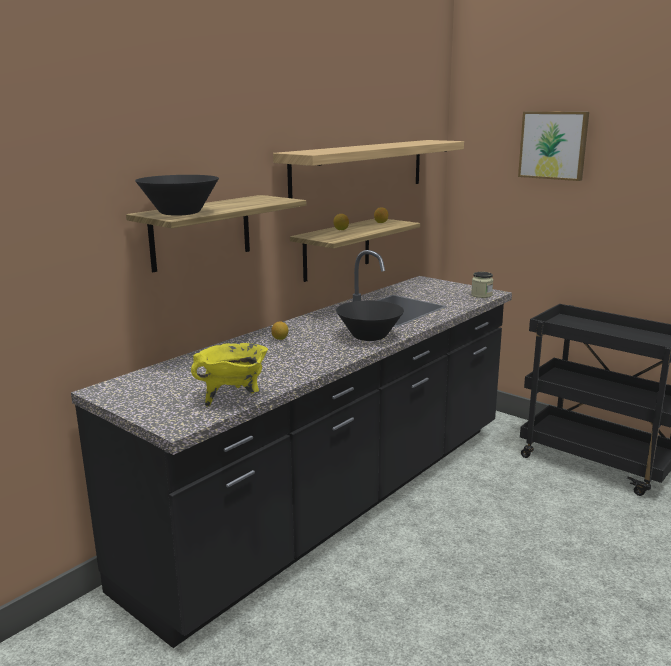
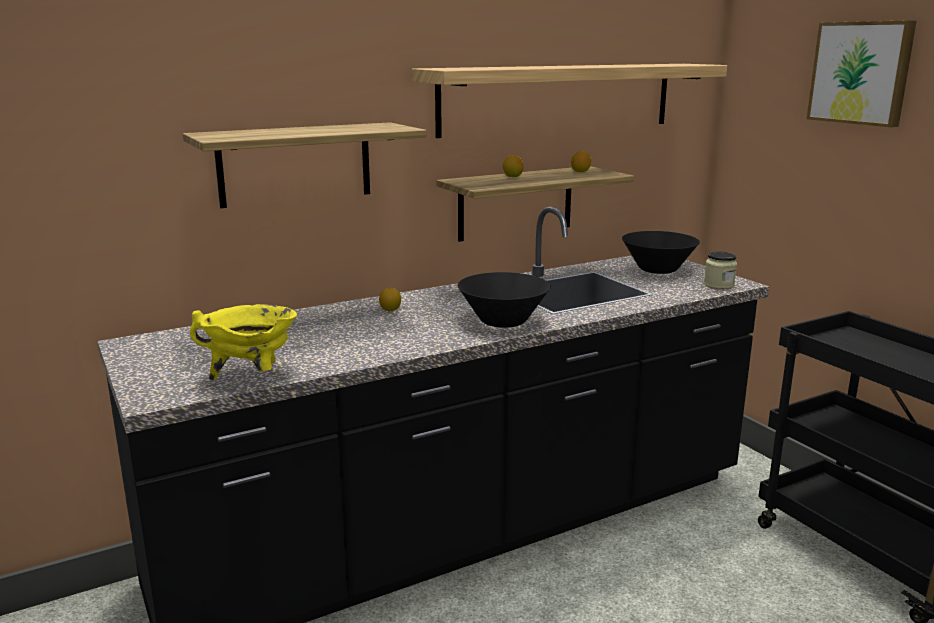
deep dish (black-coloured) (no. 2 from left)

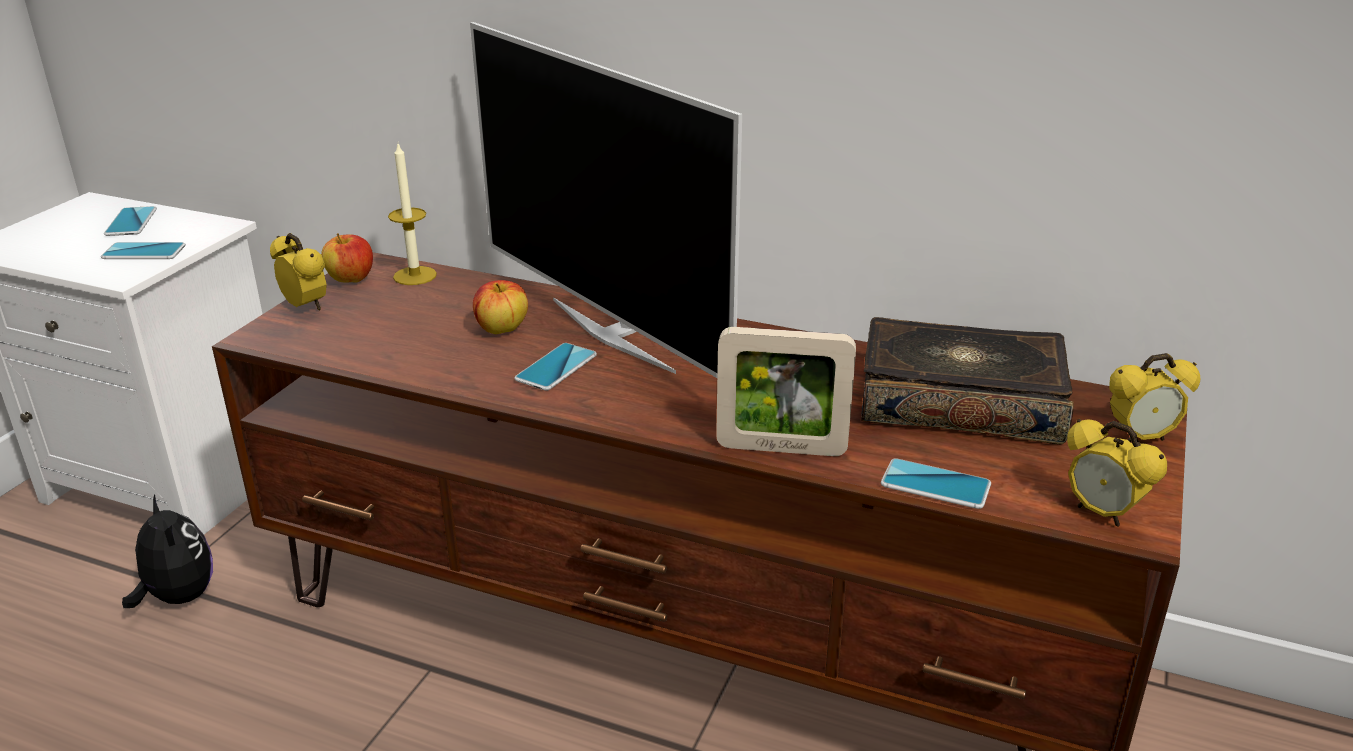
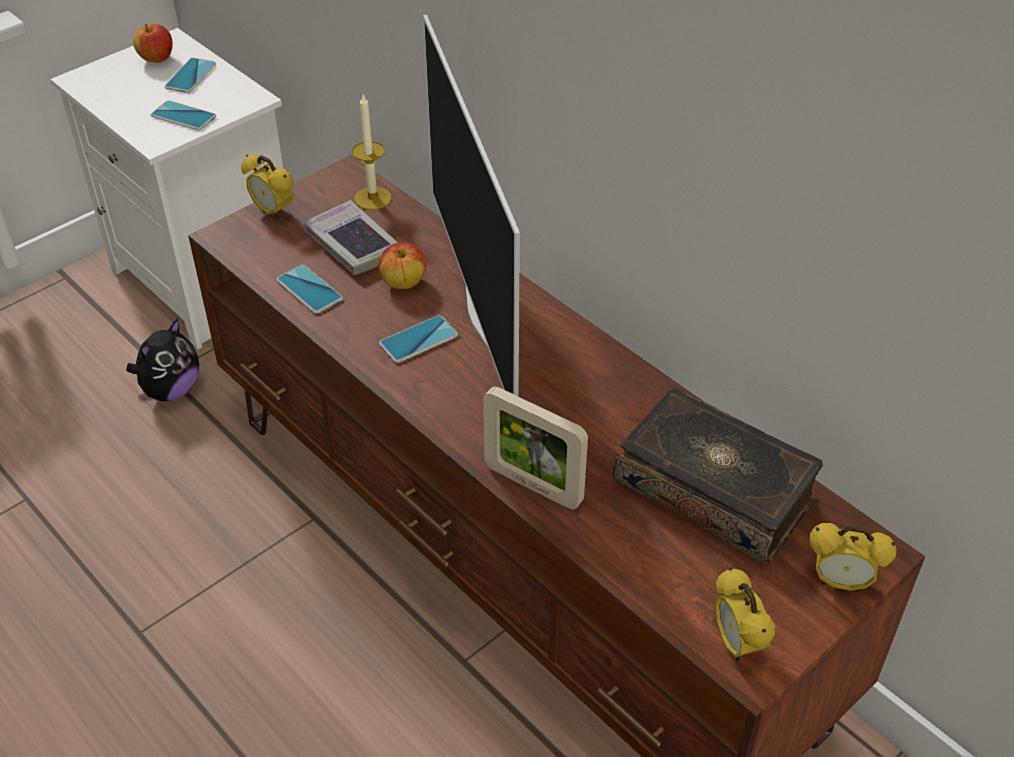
bedside clock (no. 1 from left); apple (no. 1 from left); telephone (no. 3 from left); plush toy; volume (no. 1 from left)

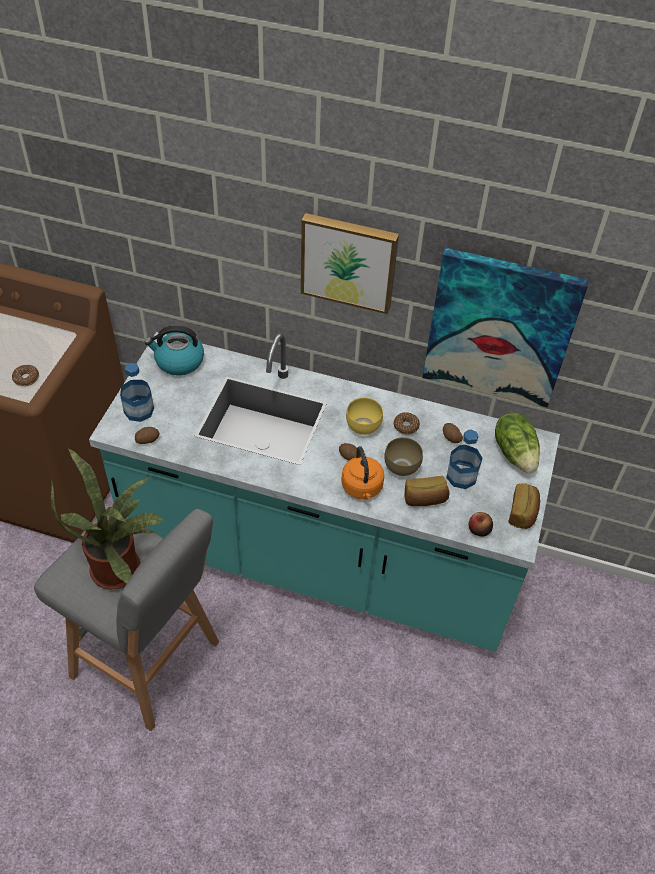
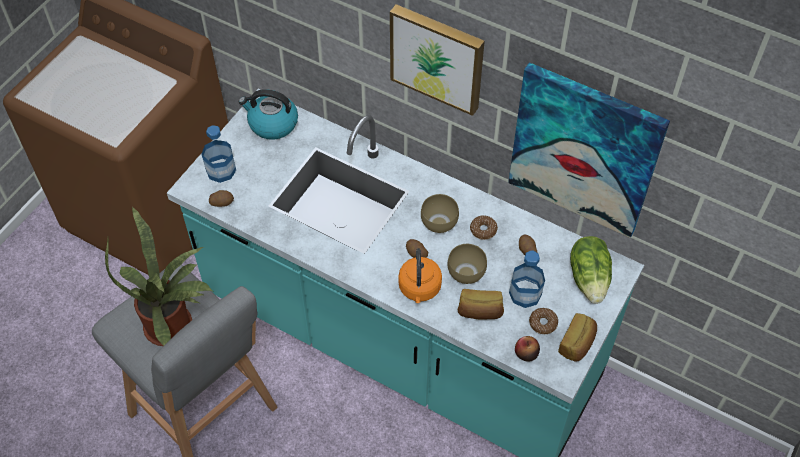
donut (no. 2 from left); deep dish (brown) (no. 1 from left)

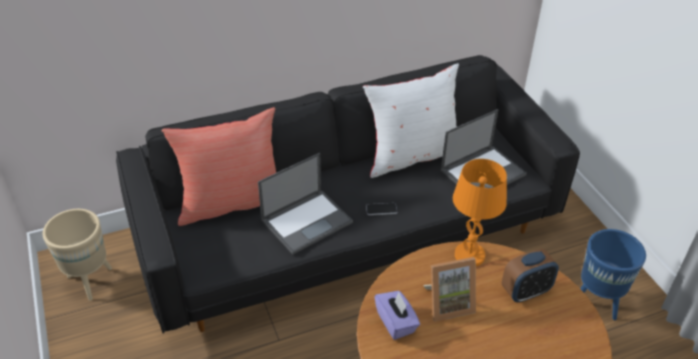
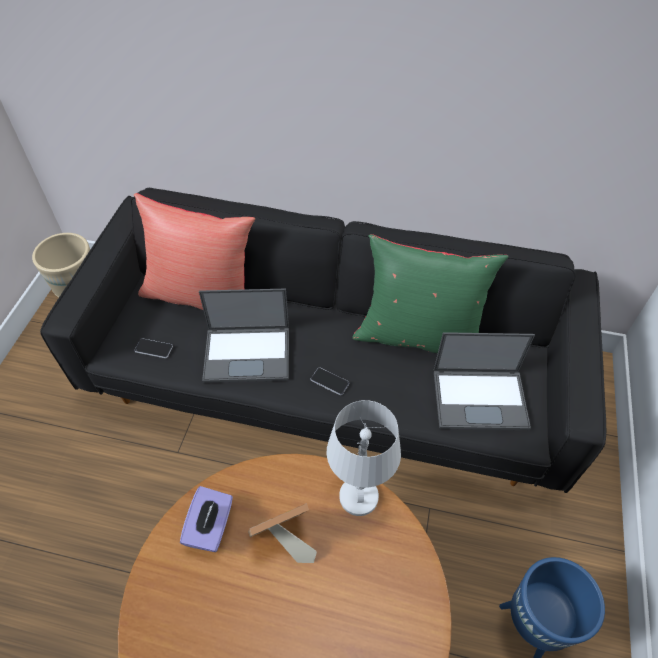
throw pillow (greenish); tabletop lamp (whitish); bedside clock; photo frame; telephone (no. 1 from left)

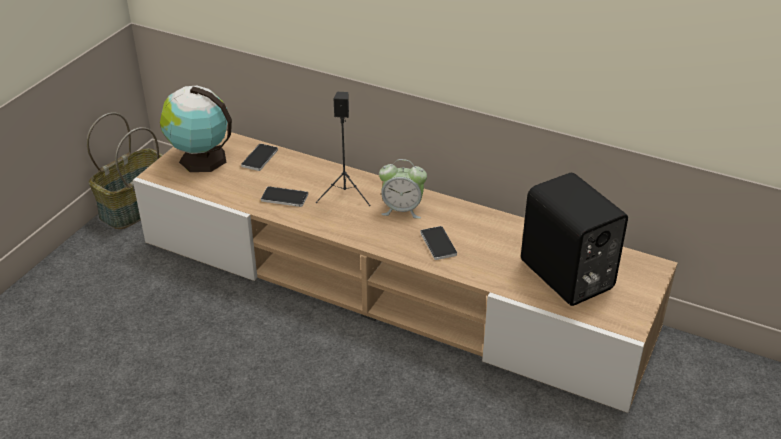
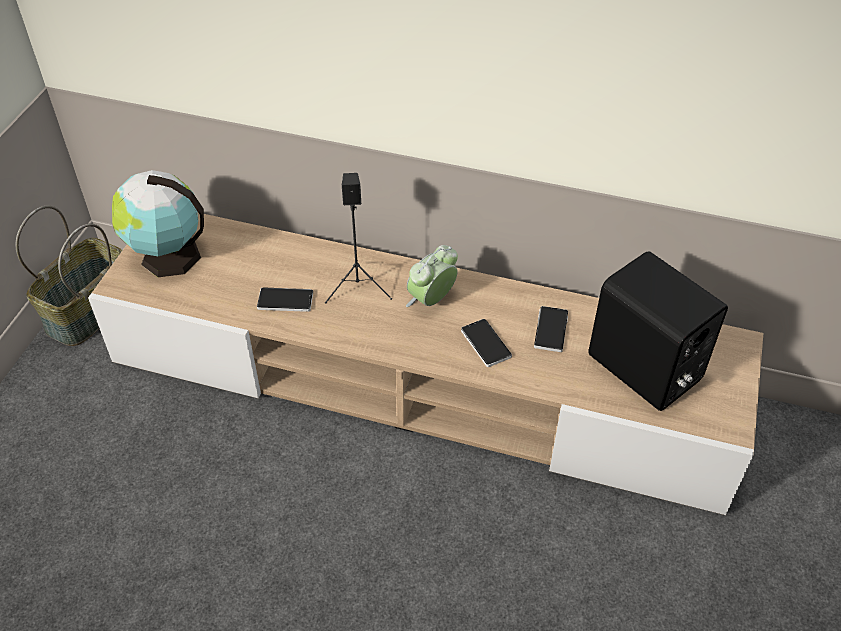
telephone (no. 3 from left); bedside clock

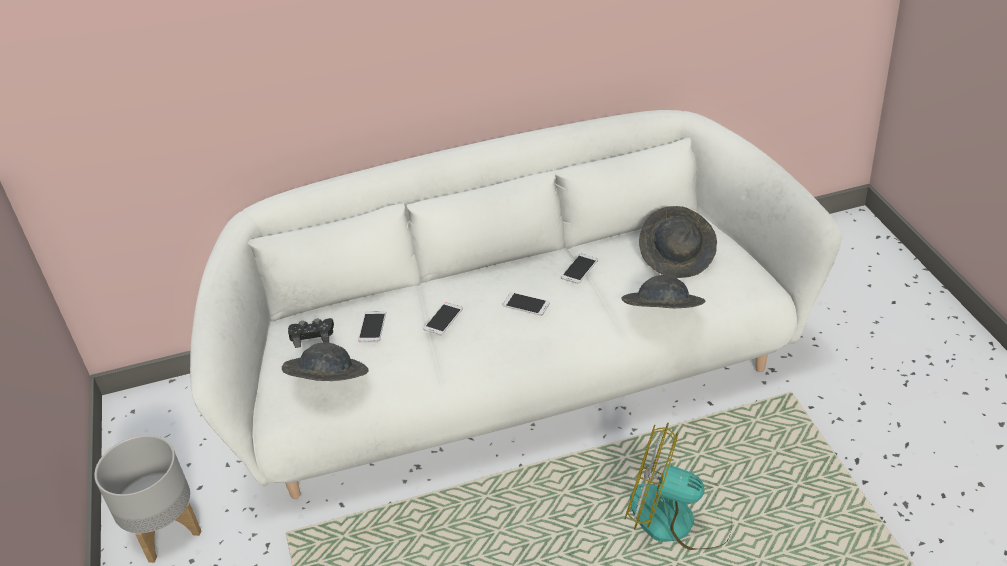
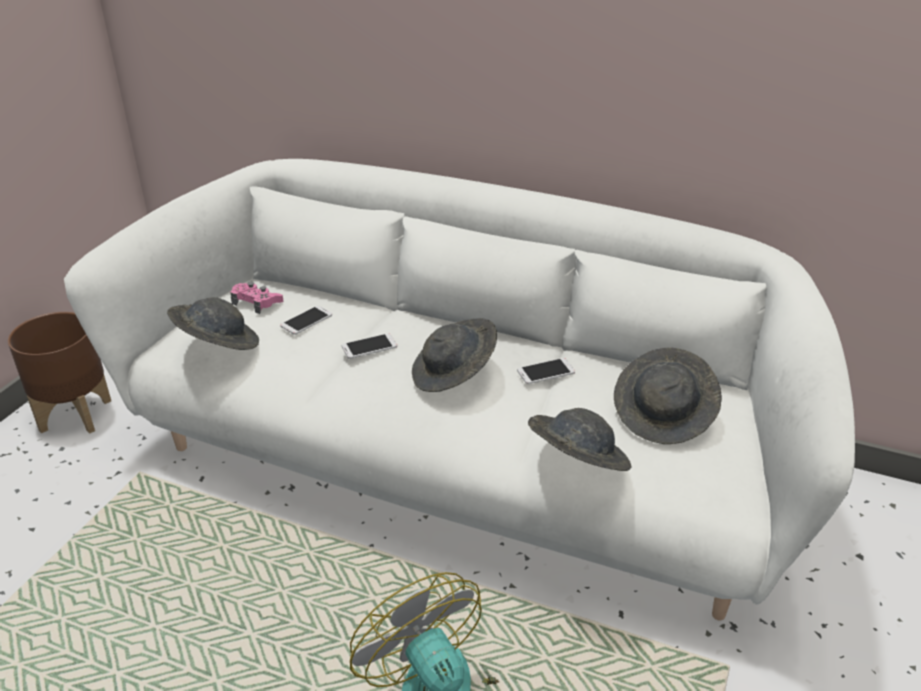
wearable hat (grey) (no. 2 from left); joypad (pink); flower pot (brown)

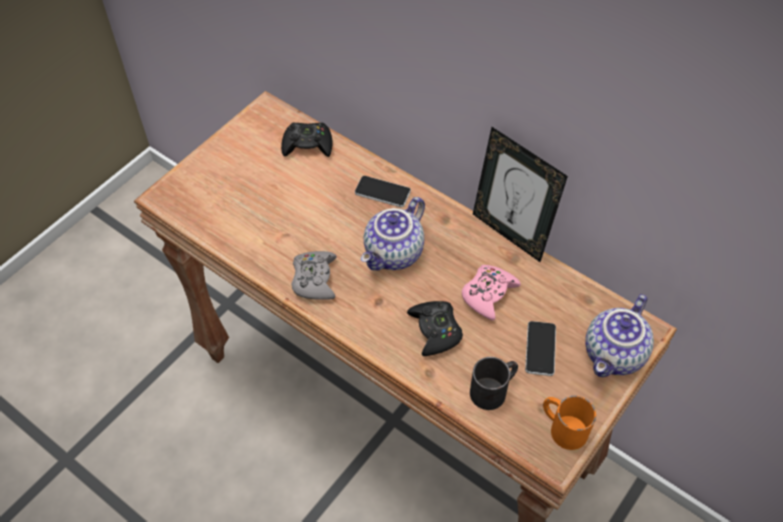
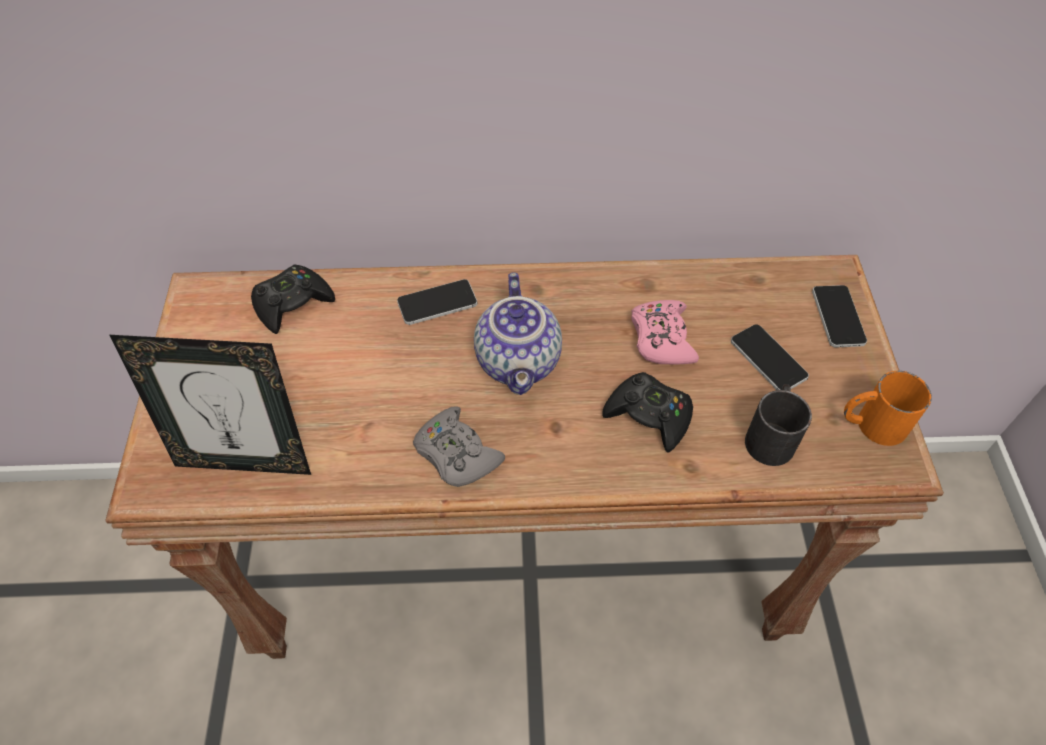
photo frame; telephone (no. 3 from left)

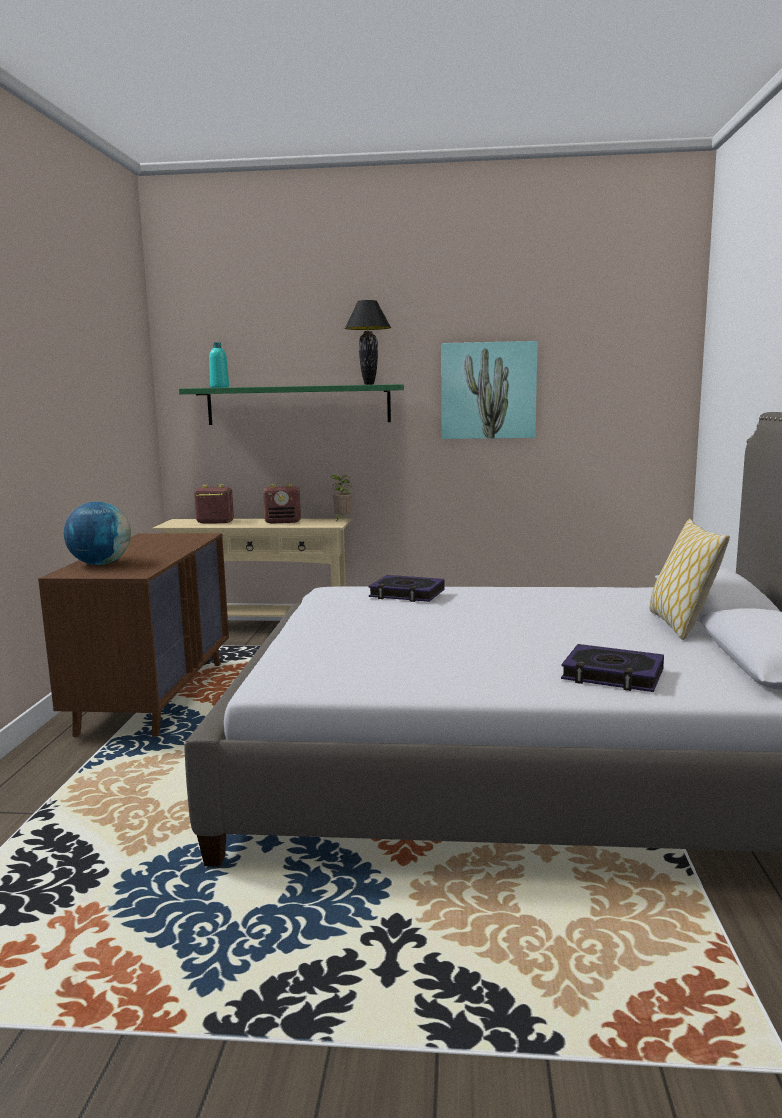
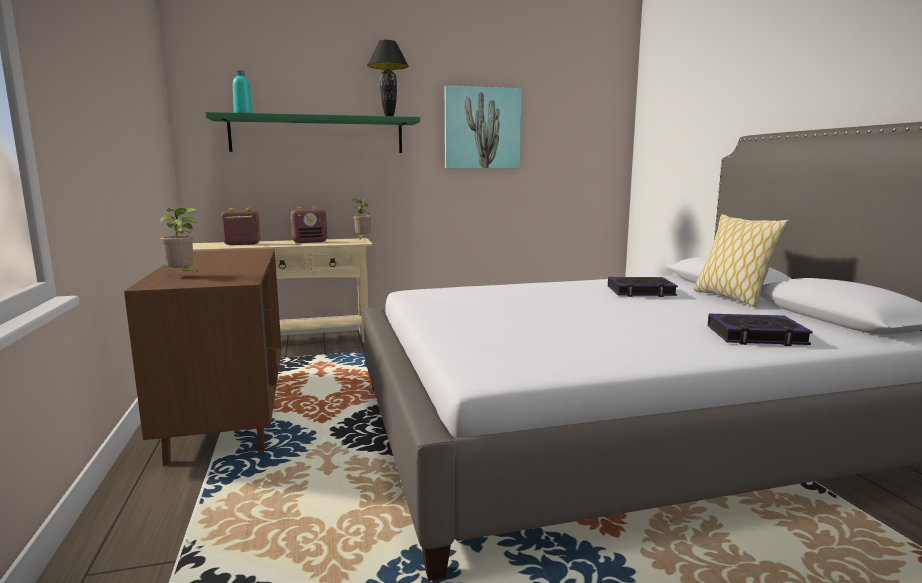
potted plant (no. 1 from left); volume (no. 1 from left)

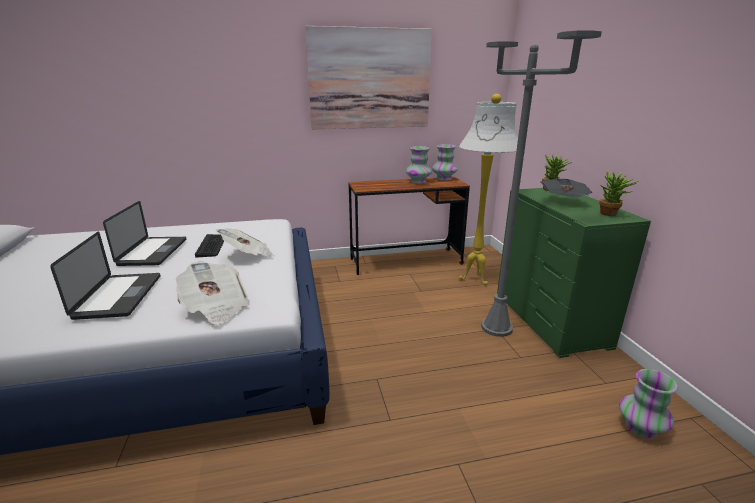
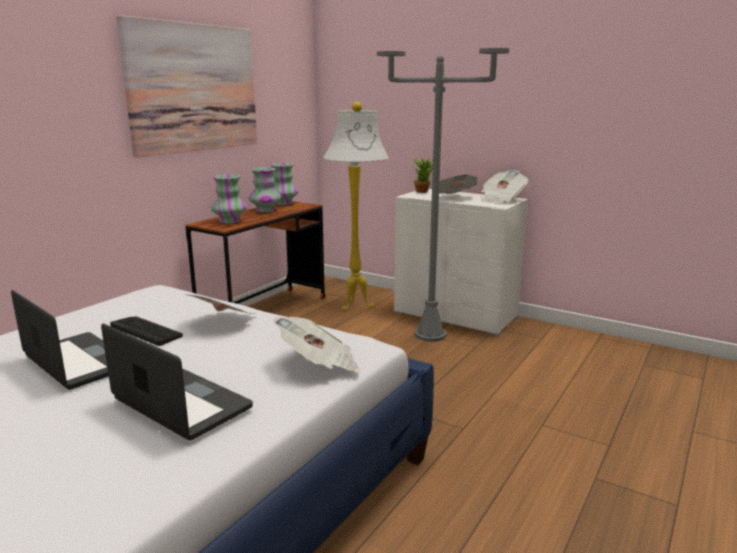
newspaper (no. 4 from left); drawer chest (whitish); decorative vase (no. 1 from left)

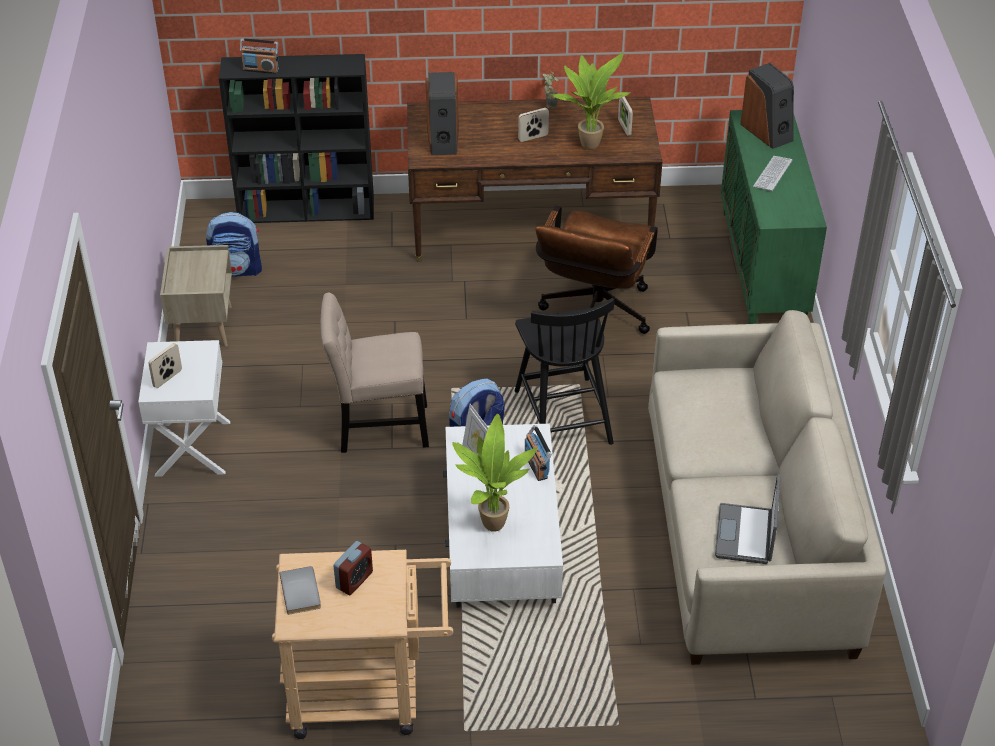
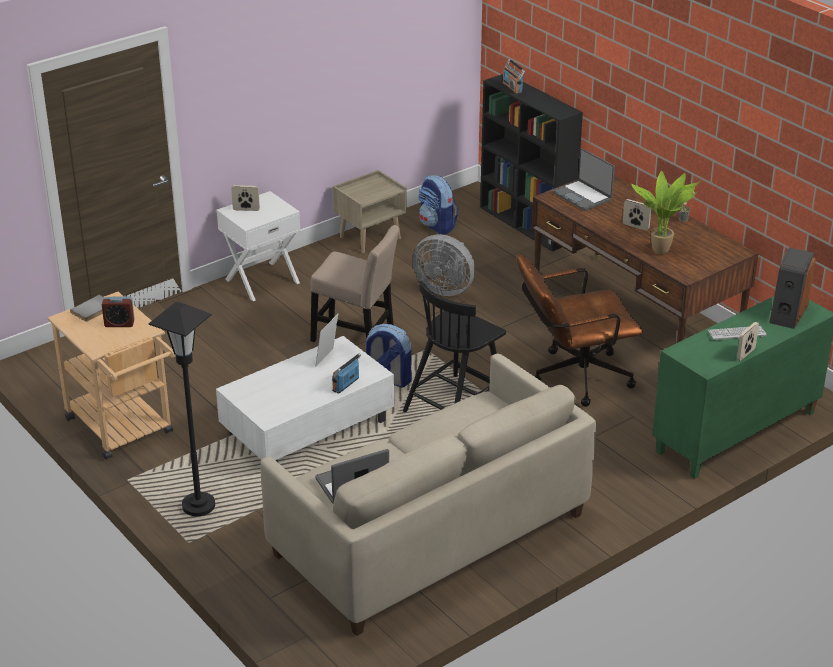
notebook computer (no. 2 from left); photo frame (no. 4 from left); chair (beige); potted plant (no. 1 from left in the first image); electric fan (grey); floor lamp (black-coloured)

